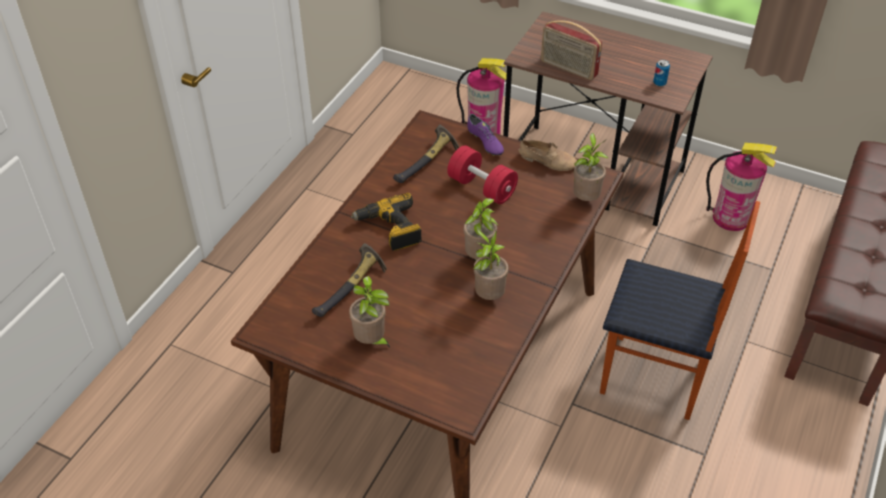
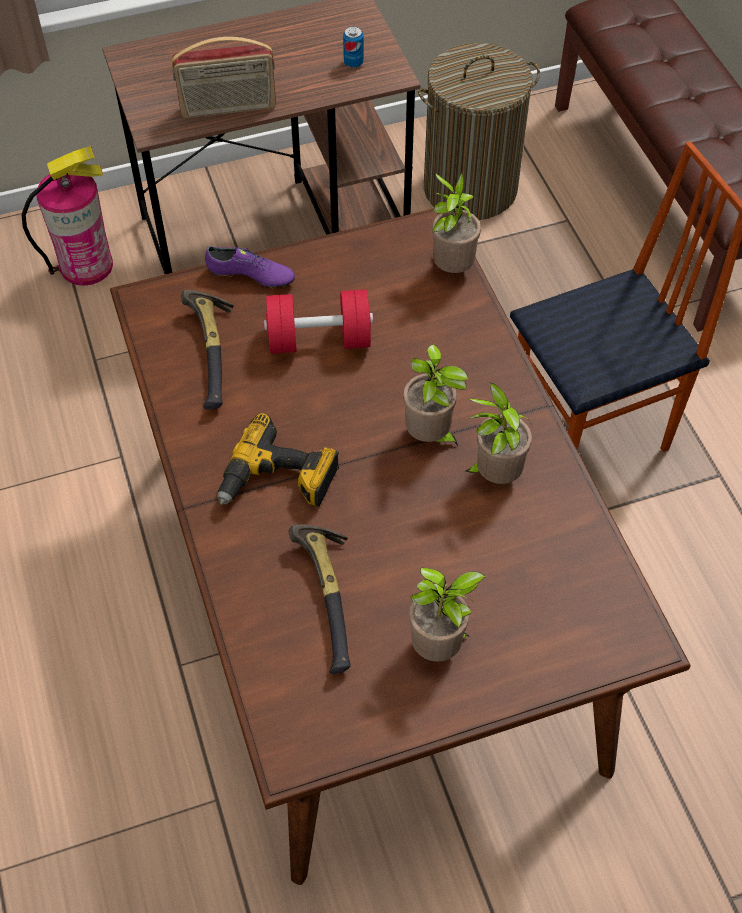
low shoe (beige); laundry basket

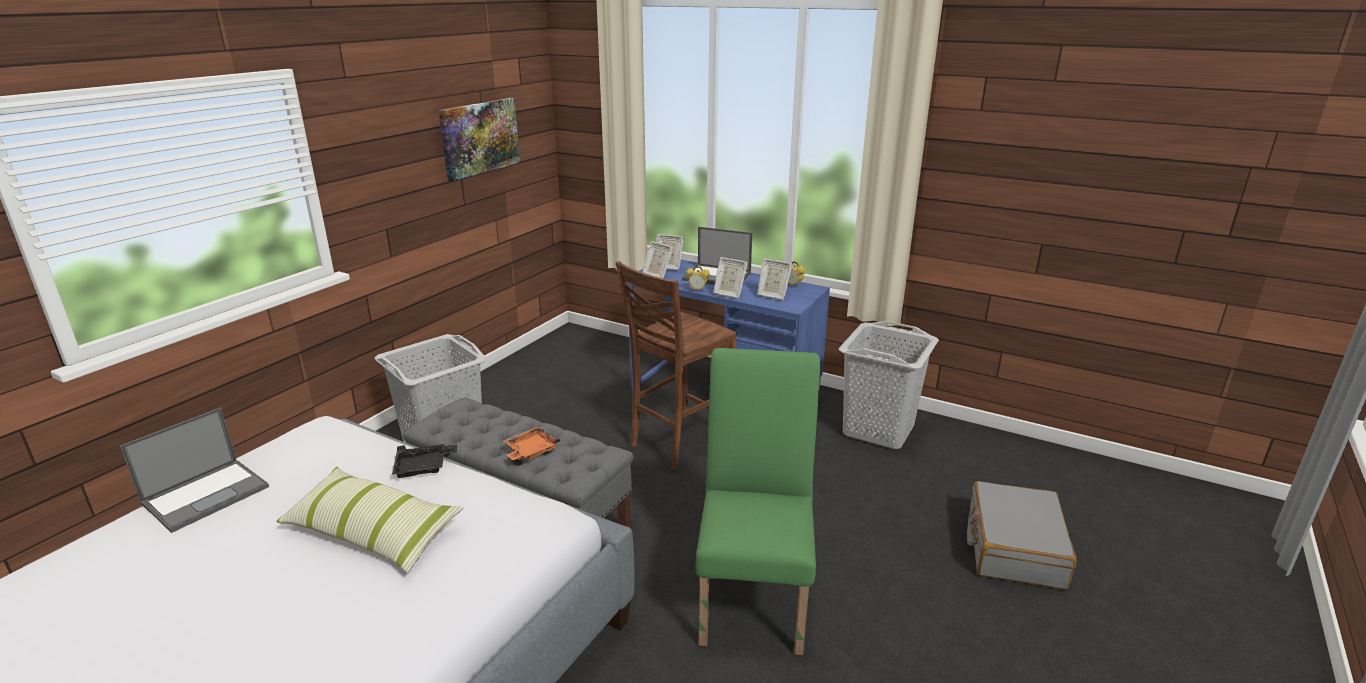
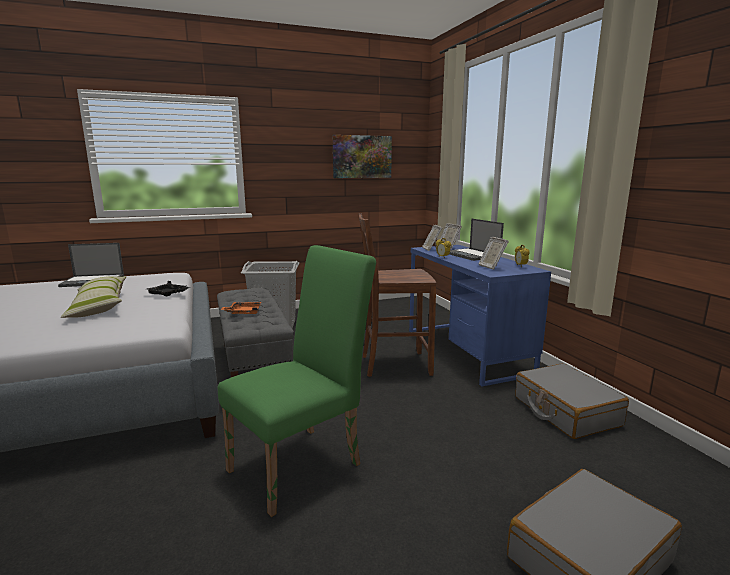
photo frame (no. 3 from left in the first image); travel case (grey) (no. 1 from left)

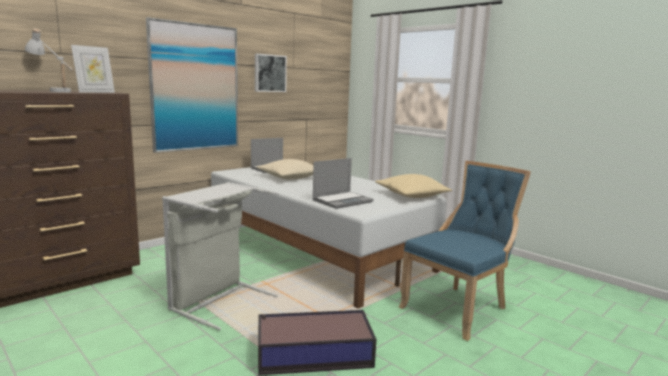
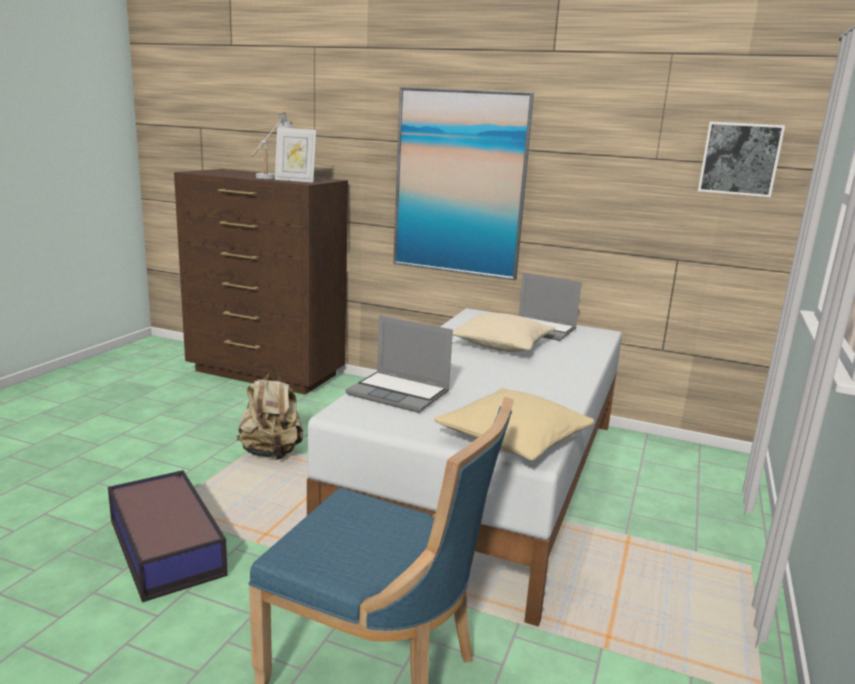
wall art (no. 2 from left); rucksack (beige)

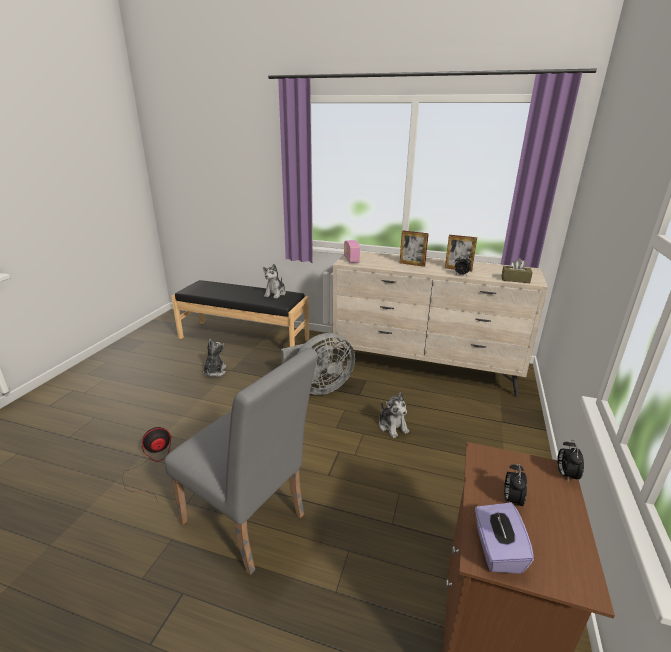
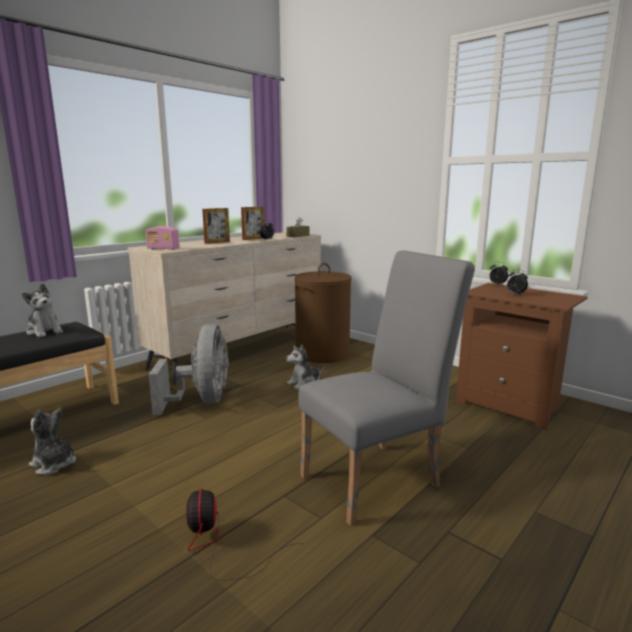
plush toy (no. 3 from left); tissue box (purple); laundry basket (brown)

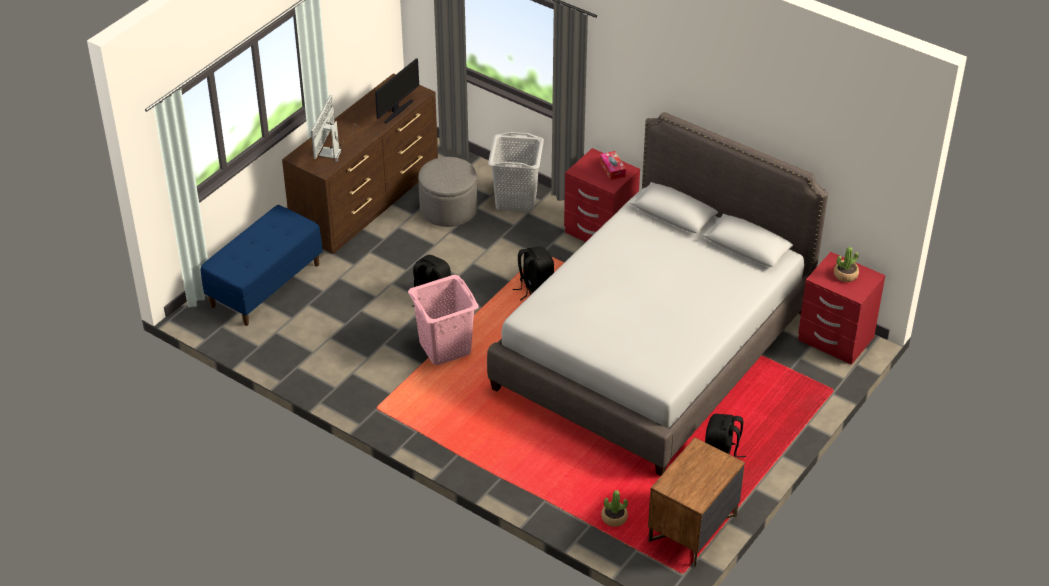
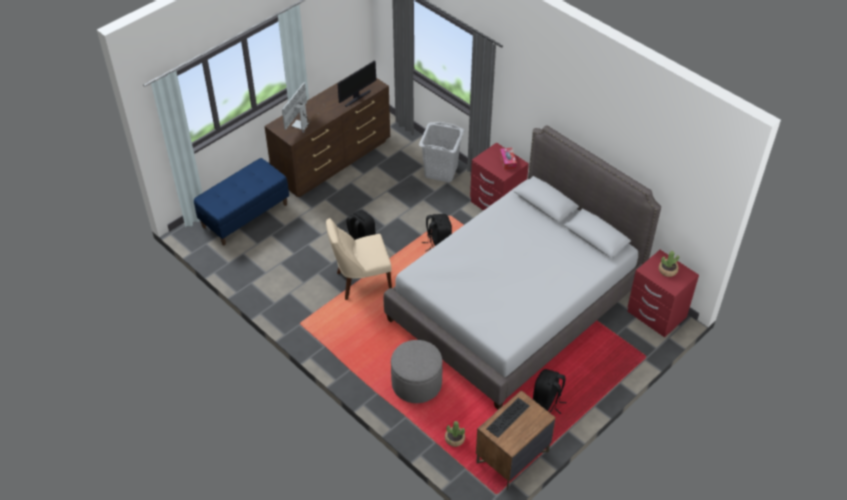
footrest (grey); chair (beige); PC keyboard

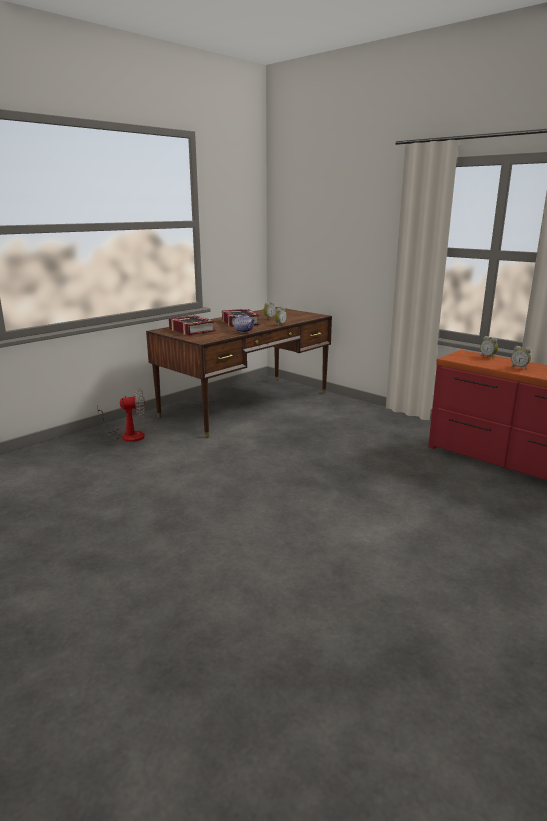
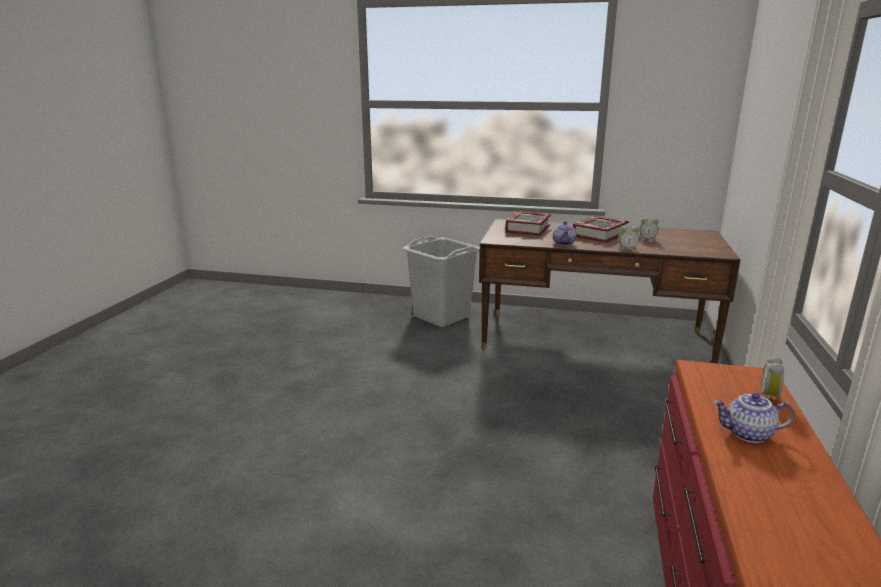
pot for tea (no. 2 from left); laundry basket (grey)

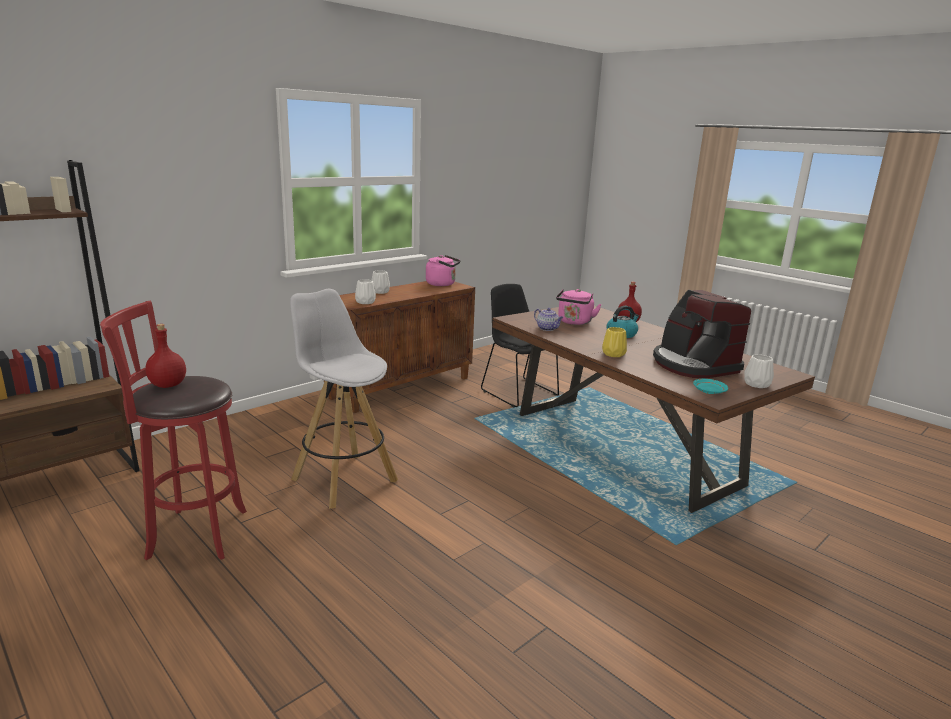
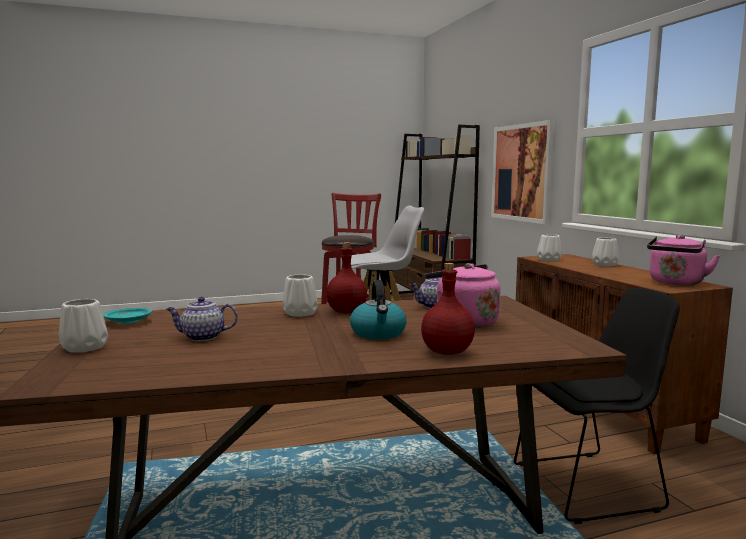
pot for tea (no. 1 from left); beverage bottle (red) (no. 1 from left); decorative vase (whitish) (no. 2 from left); wall art

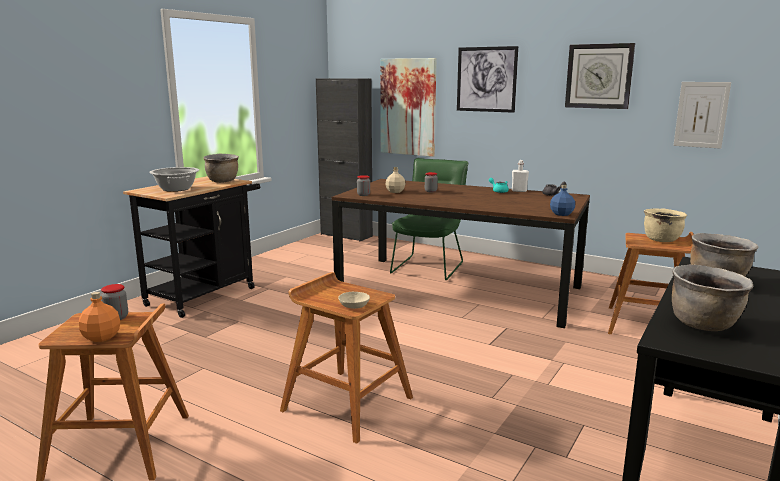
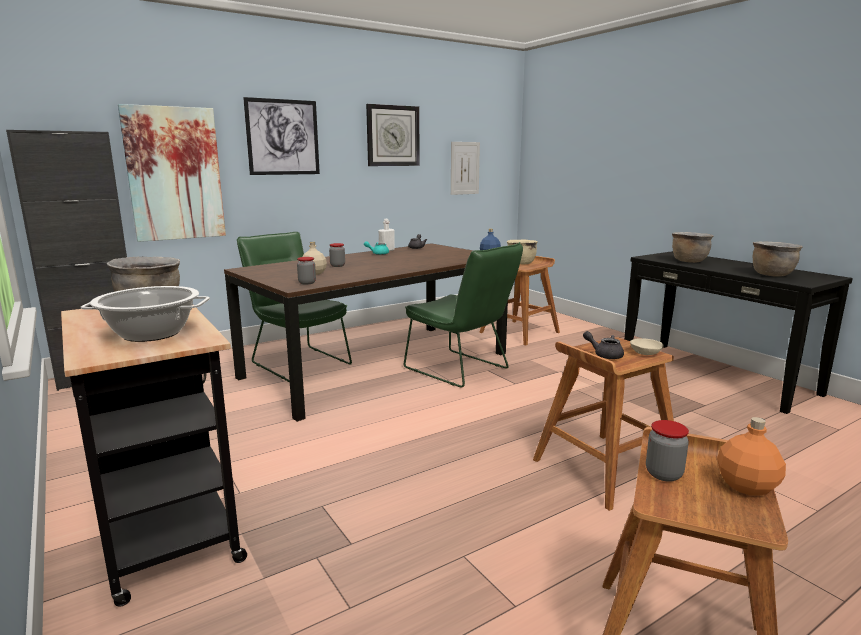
chair (greenish) (no. 2 from left); pot for tea (grey) (no. 2 from left)

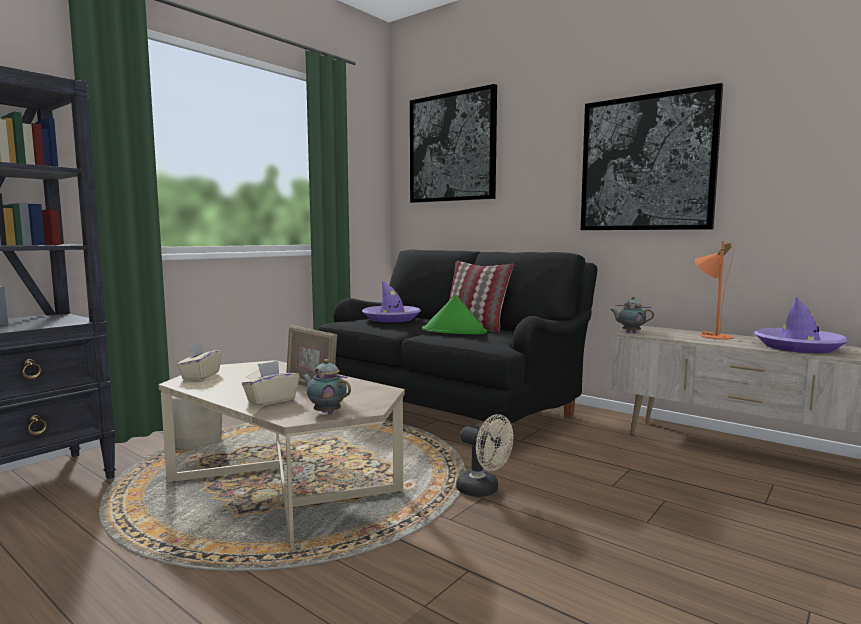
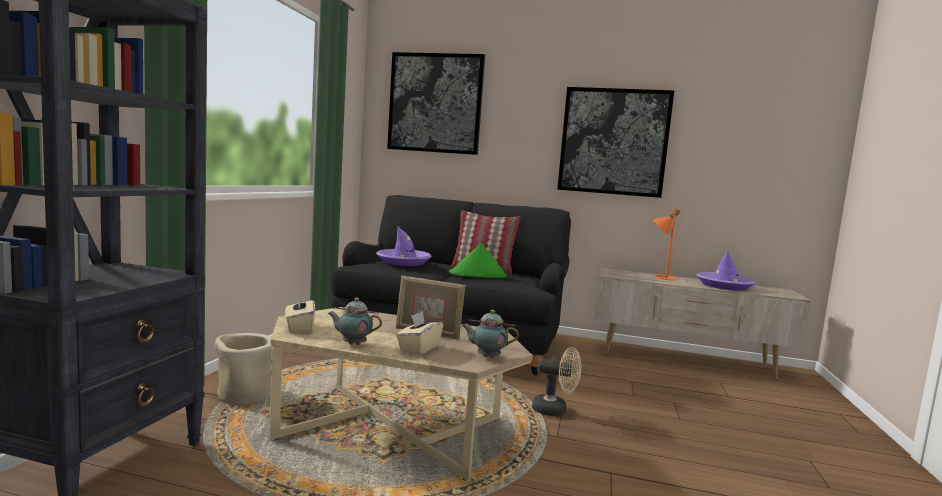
pot for tea (no. 1 from left)

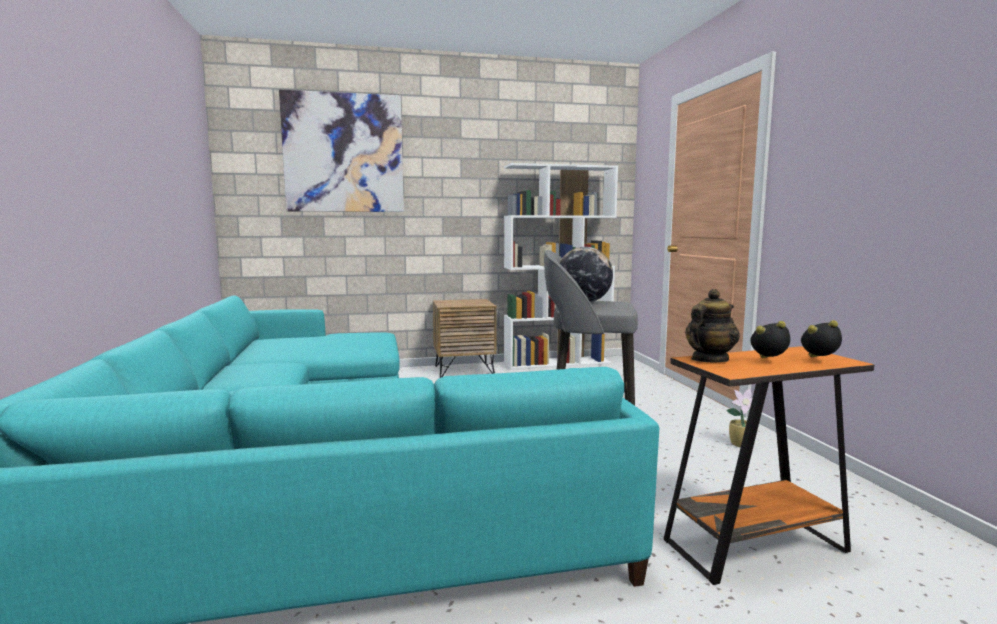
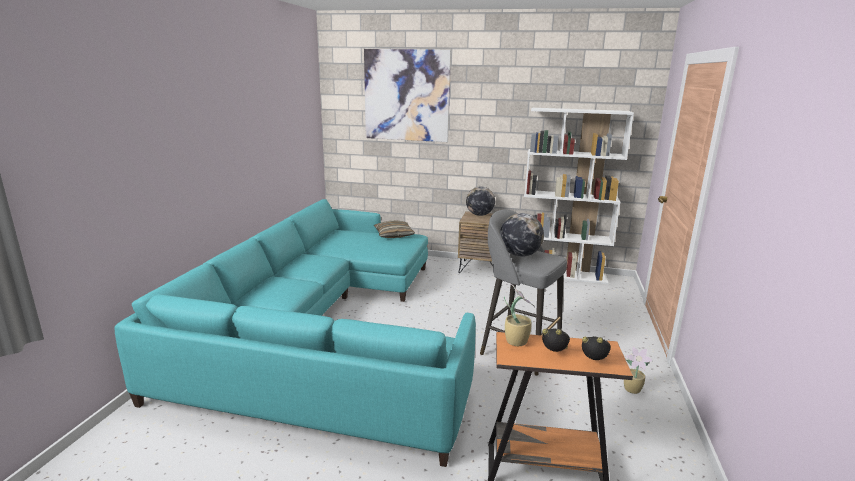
potted plant (no. 1 from left); desk globe (no. 1 from left); throw pillow

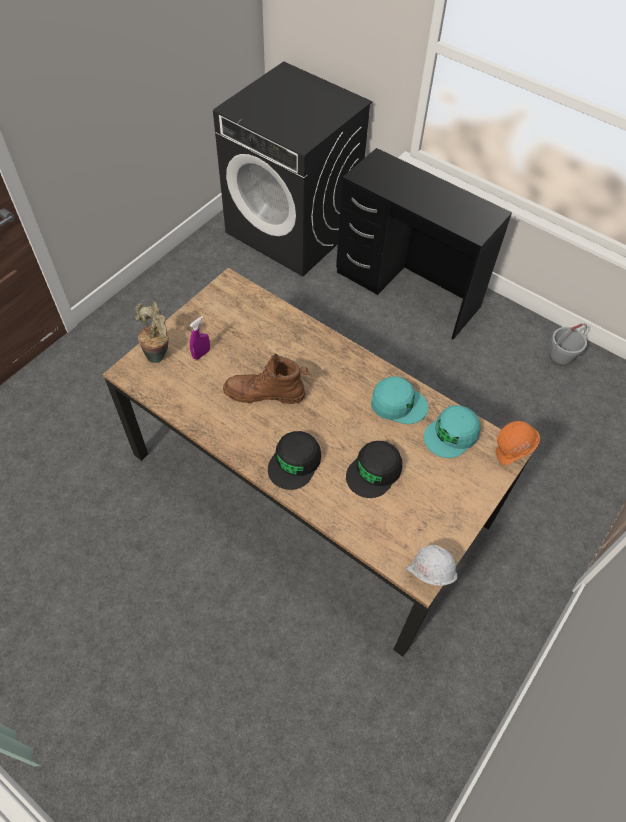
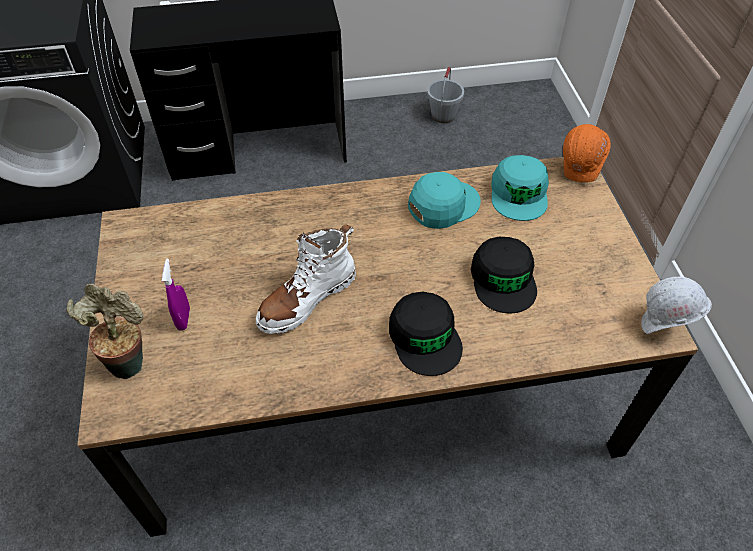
tall boot (whitish)

